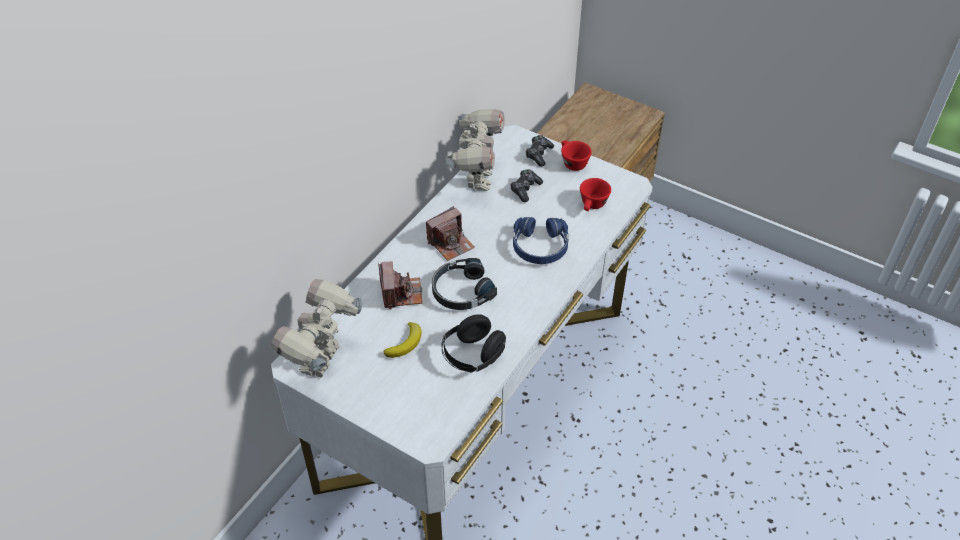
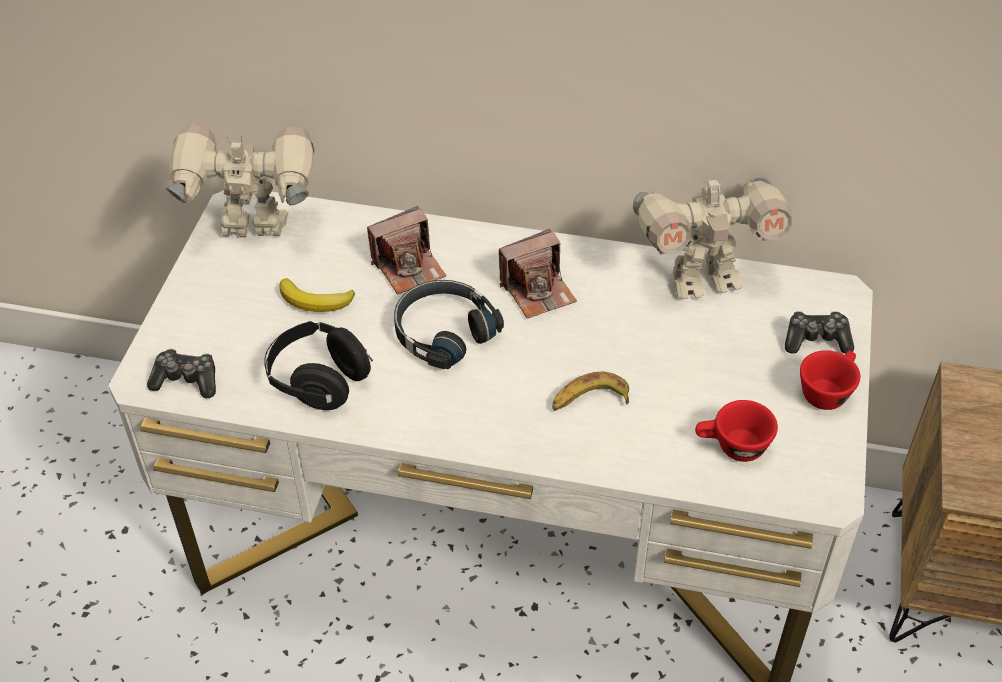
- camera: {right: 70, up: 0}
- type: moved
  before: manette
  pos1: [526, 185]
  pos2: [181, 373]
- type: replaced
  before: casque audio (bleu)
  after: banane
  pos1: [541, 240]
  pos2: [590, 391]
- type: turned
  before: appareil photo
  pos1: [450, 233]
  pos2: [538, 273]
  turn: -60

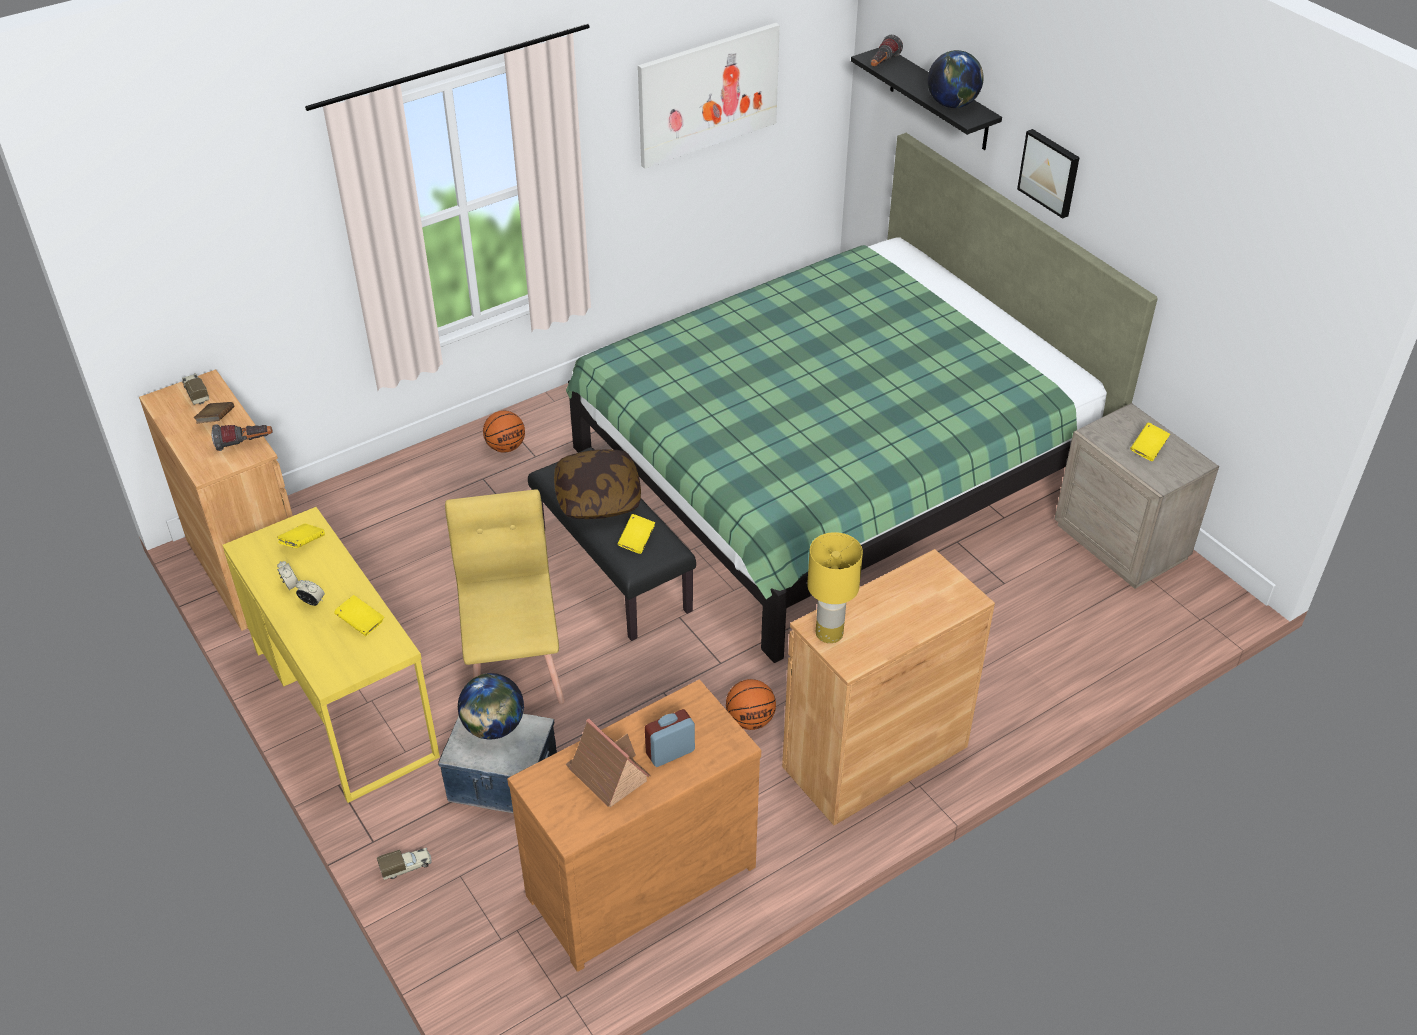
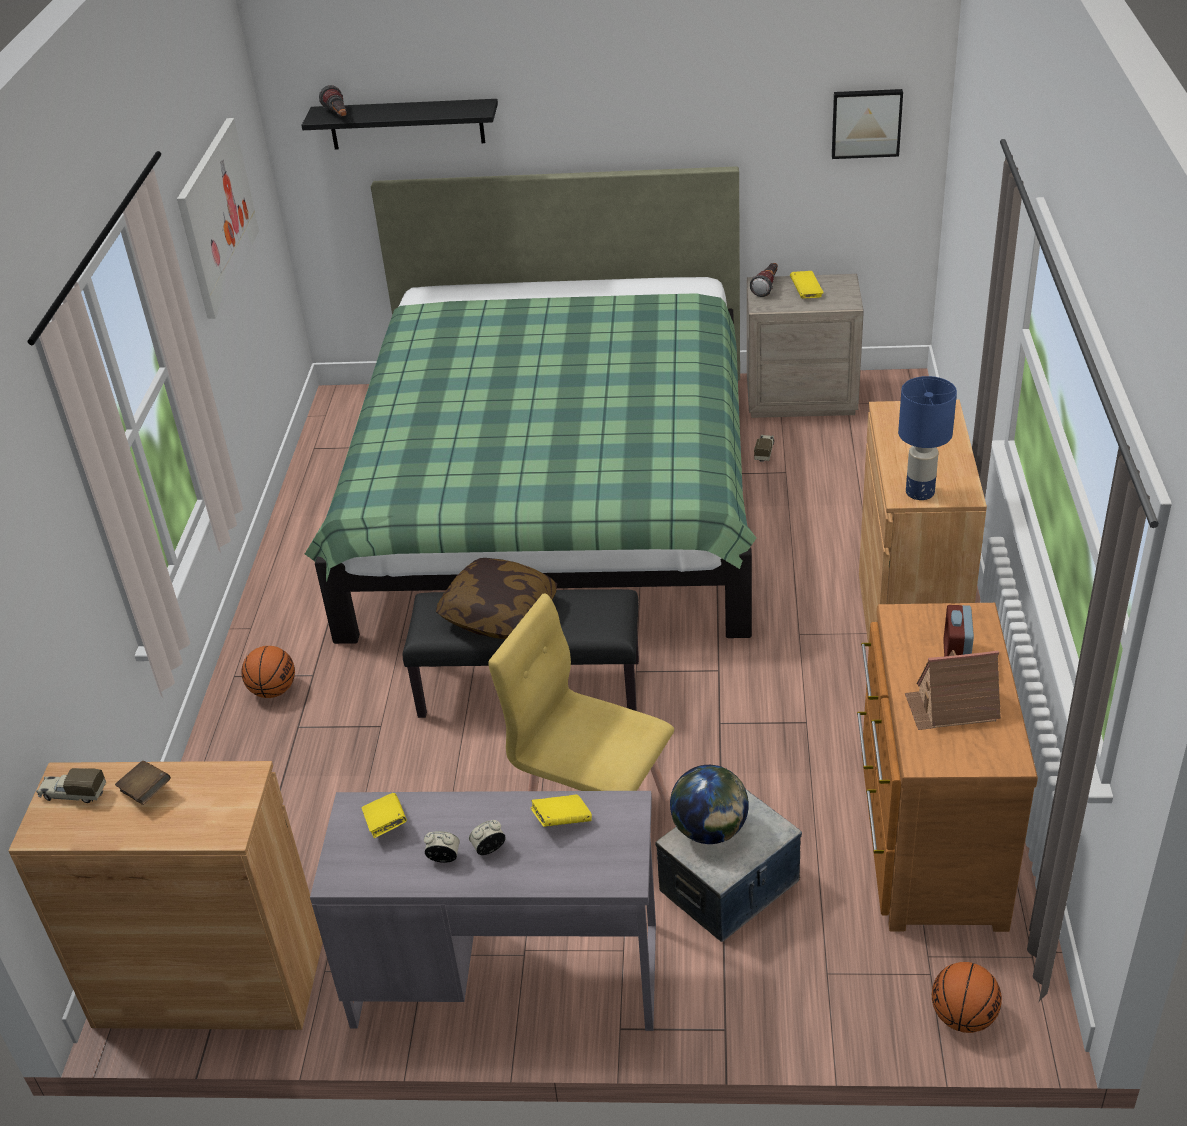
- camera: {right: -50, up: -5}
- type: removed
  before: livre (jaune)
  pos1: [636, 534]
- type: removed
  before: globe
  pos1: [956, 79]
- type: moved
  before: lampe de poche
  pos1: [241, 437]
  pos2: [764, 280]
- type: moved
  before: camion jouet
  pos1: [404, 864]
  pos2: [764, 448]
- type: moved
  before: ballon de basket
  pos1: [751, 704]
  pos2: [967, 997]
- type: moved
  before: tableau
  pos1: [1048, 174]
  pos2: [867, 124]
- type: recoloured
  before: bureau (jaune)
  after: bureau (gris)
  pos1: [331, 655]
  pos2: [483, 911]
- type: recoloured
  before: lampe de table (jaune)
  after: lampe de table (bleu)
  pos1: [835, 587]
  pos2: [927, 438]

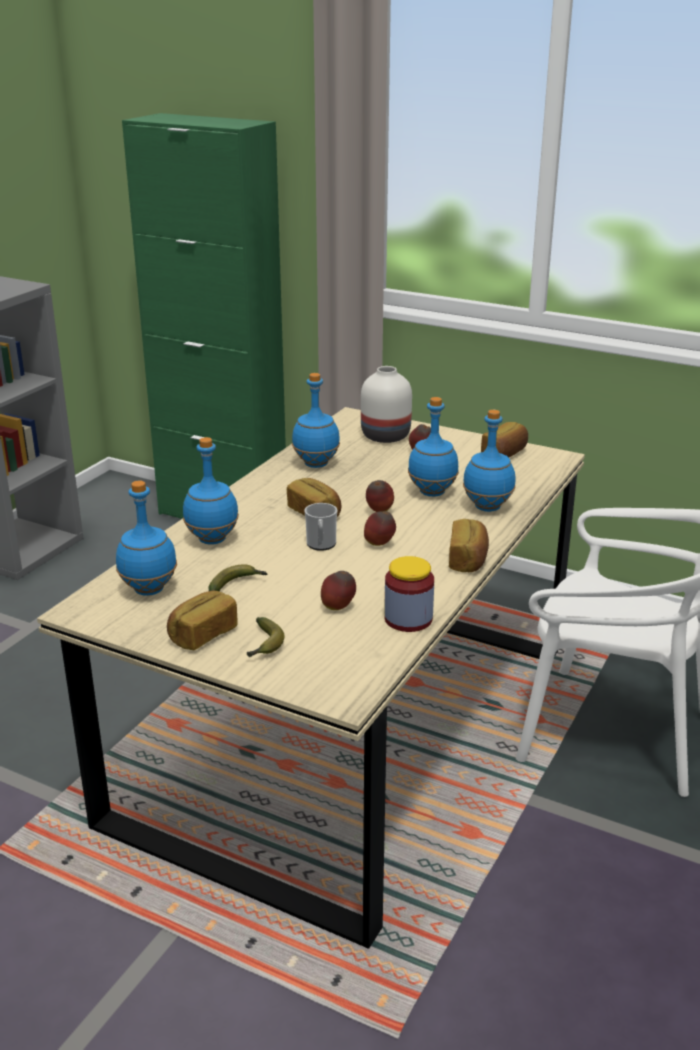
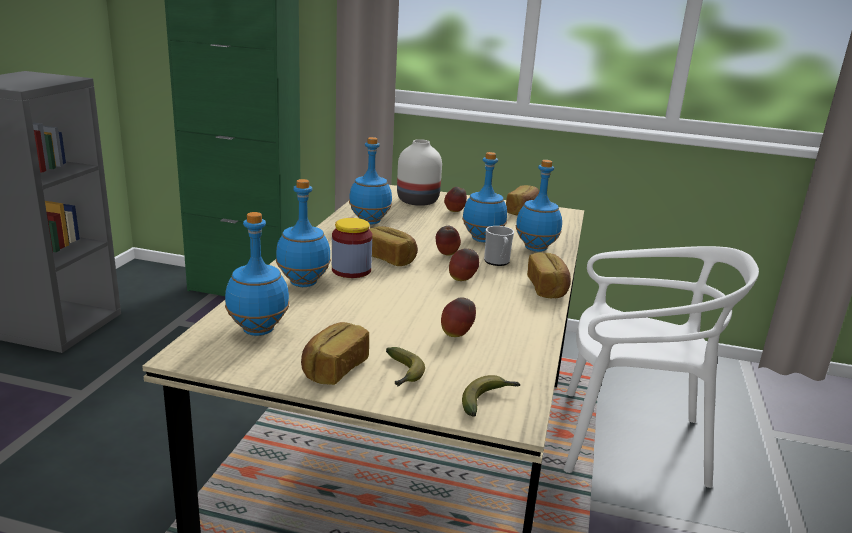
- camera: {right: -15, up: -5}
- type: moved
  before: banane
  pos1: [237, 577]
  pos2: [491, 396]
- type: moved
  before: mug
  pos1: [320, 527]
  pos2: [499, 246]
- type: moved
  before: bocal
  pos1: [409, 594]
  pos2: [352, 248]

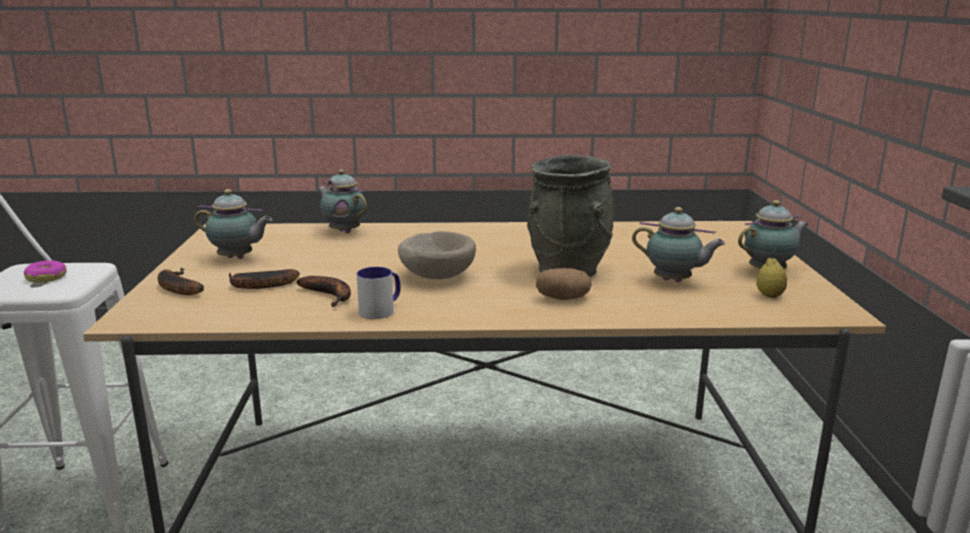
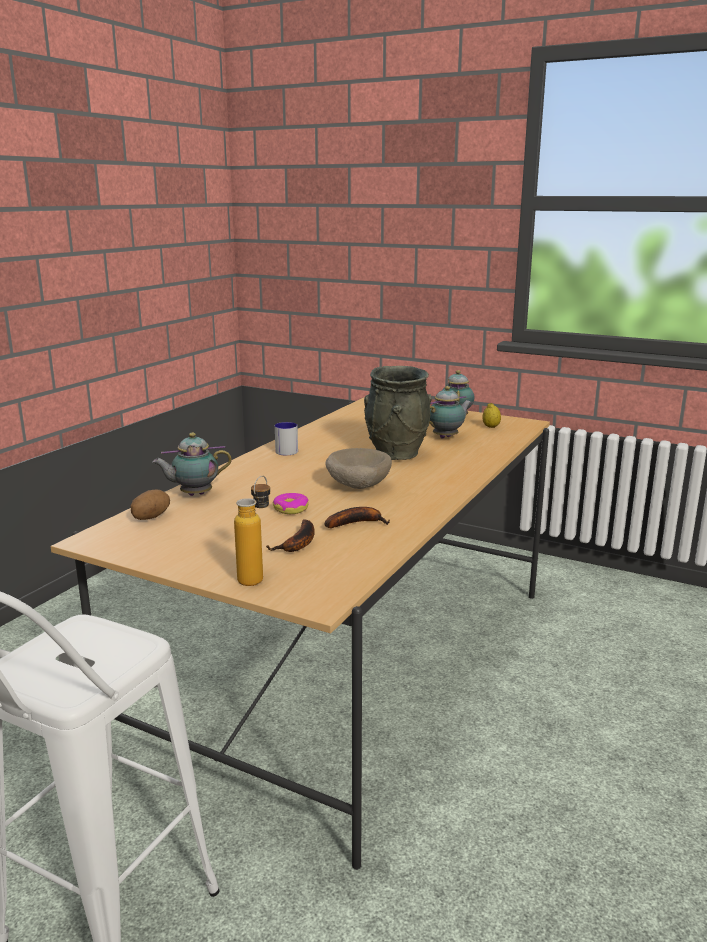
- camera: {right: -60, up: 0}
- type: removed
  before: théière
  pos1: [233, 224]
- type: moved
  before: beignet
  pos1: [45, 271]
  pos2: [291, 503]
- type: moved
  before: mug
  pos1: [379, 293]
  pos2: [286, 438]
- type: moved
  before: pomme de terre
  pos1: [564, 284]
  pos2: [150, 505]
- type: replaced
  before: banane
  after: bouteille
  pos1: [181, 281]
  pos2: [252, 531]

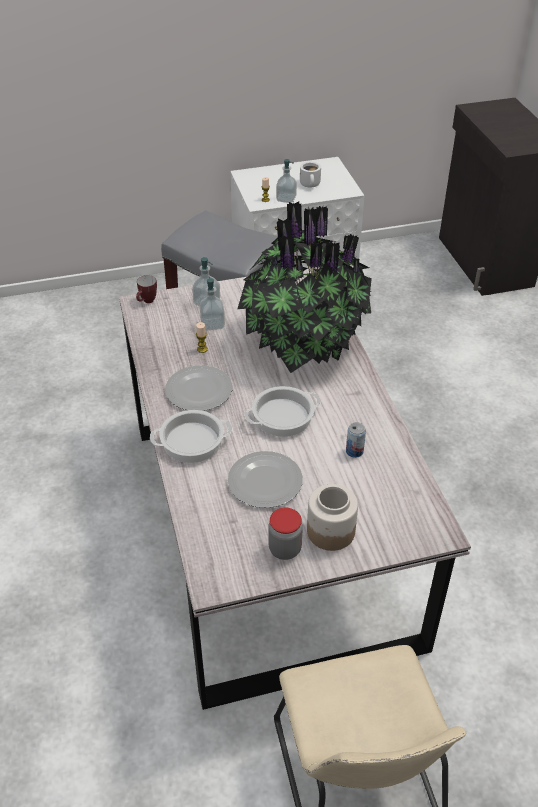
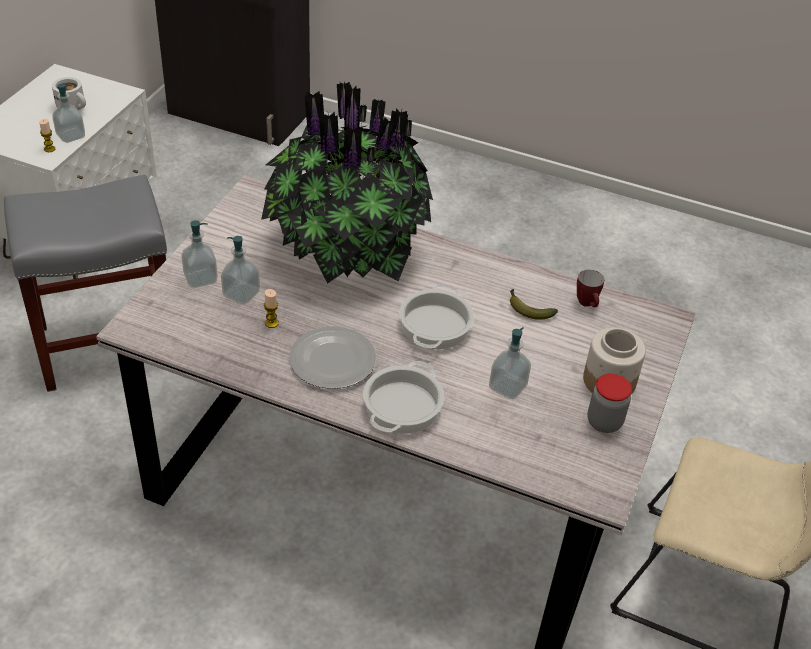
- camera: {right: -55, up: 0}
- type: moved
  before: mug
  pos1: [146, 289]
  pos2: [590, 288]
- type: replaced
  before: assiette
  after: distributeur de savon
  pos1: [265, 479]
  pos2: [510, 363]
- type: replaced
  before: boîte métallique
  after: banane
  pos1: [356, 440]
  pos2: [534, 304]

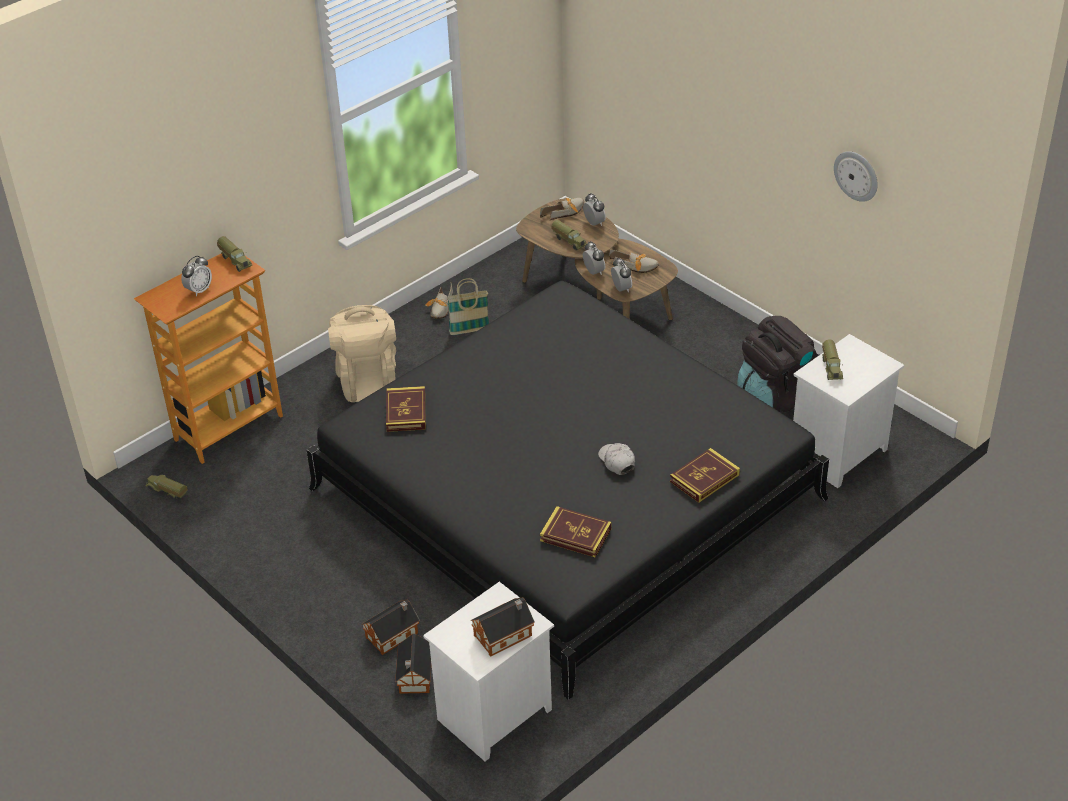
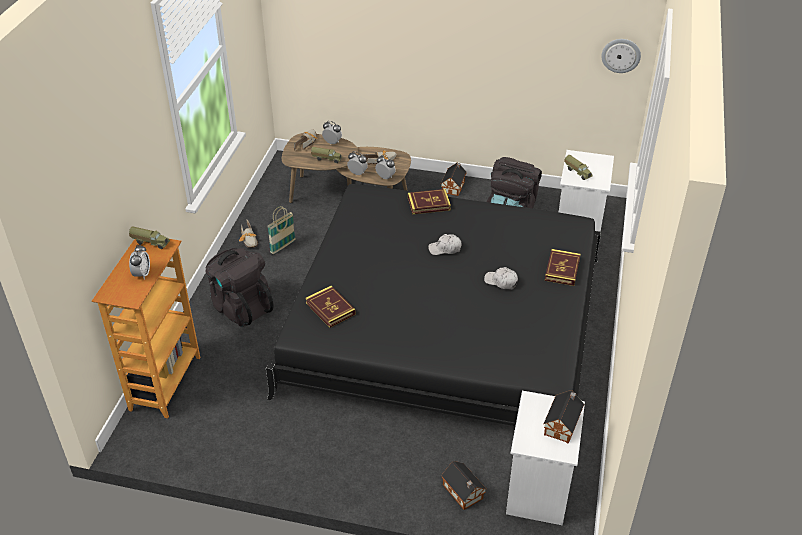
- camera: {right: -35, up: 0}
- type: removed
  before: camion jouet
  pos1: [167, 487]
- type: added
  after: casquette (blanc)
  pos2: [444, 244]
- type: moved
  before: maison miniature
  pos1: [391, 627]
  pos2: [454, 179]
- type: moved
  before: livre
  pos1: [575, 532]
  pos2: [429, 202]
- type: moved
  before: horloge murale
  pos1: [856, 176]
  pos2: [621, 56]
- type: recoloured
  before: sac à dos (beige)
  after: sac à dos (noir)
  pos1: [362, 353]
  pos2: [239, 287]

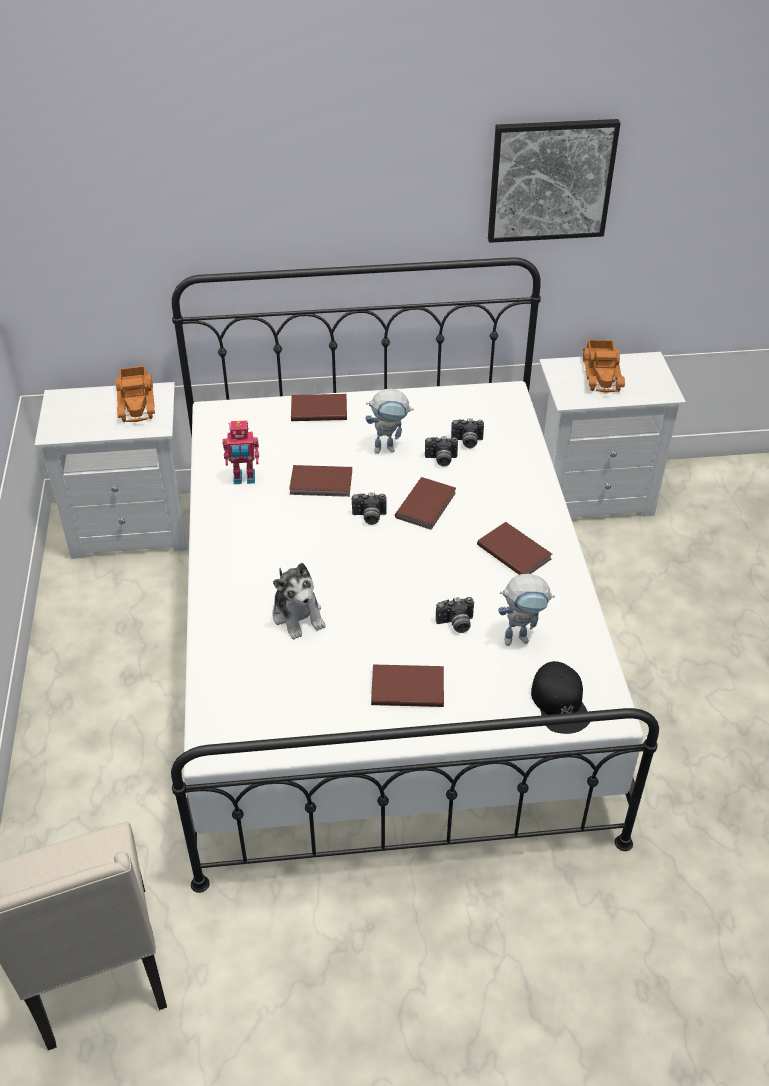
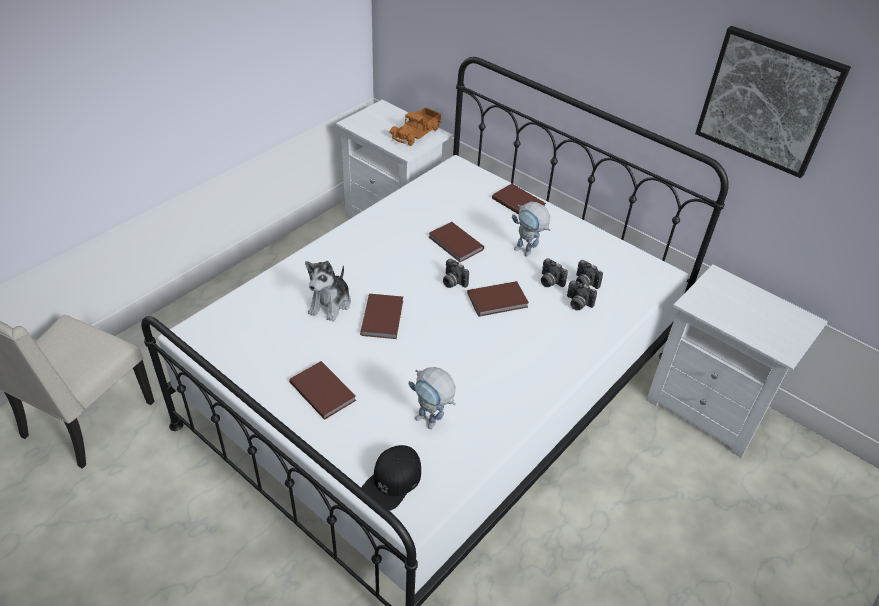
- camera: {right: 45, up: 0}
- type: removed
  before: robot jouet
  pos1: [240, 452]
- type: removed
  before: camion jouet
  pos1: [604, 366]
- type: moved
  before: appareil photo
  pos1: [455, 615]
  pos2: [582, 295]
- type: moved
  before: livre (marron)
  pos1: [514, 548]
  pos2: [381, 316]

